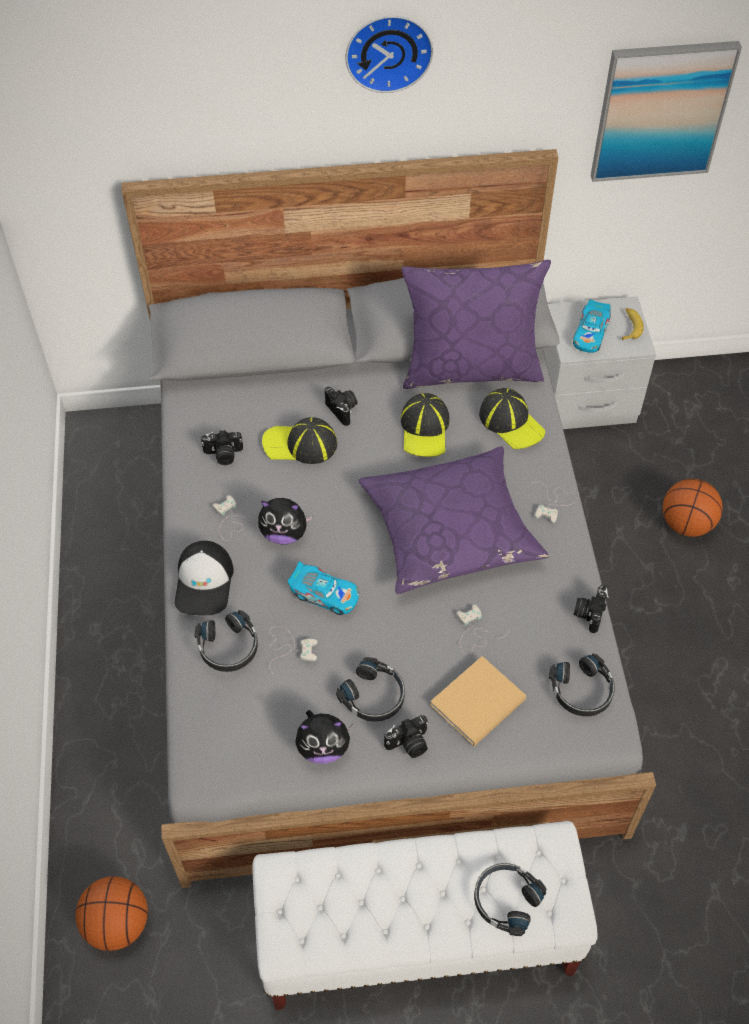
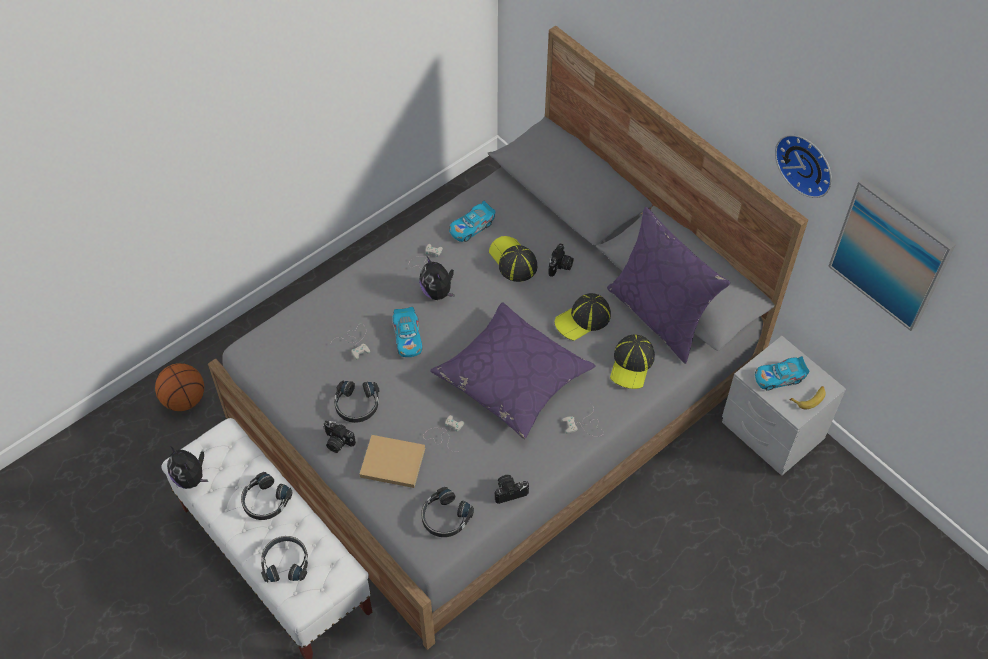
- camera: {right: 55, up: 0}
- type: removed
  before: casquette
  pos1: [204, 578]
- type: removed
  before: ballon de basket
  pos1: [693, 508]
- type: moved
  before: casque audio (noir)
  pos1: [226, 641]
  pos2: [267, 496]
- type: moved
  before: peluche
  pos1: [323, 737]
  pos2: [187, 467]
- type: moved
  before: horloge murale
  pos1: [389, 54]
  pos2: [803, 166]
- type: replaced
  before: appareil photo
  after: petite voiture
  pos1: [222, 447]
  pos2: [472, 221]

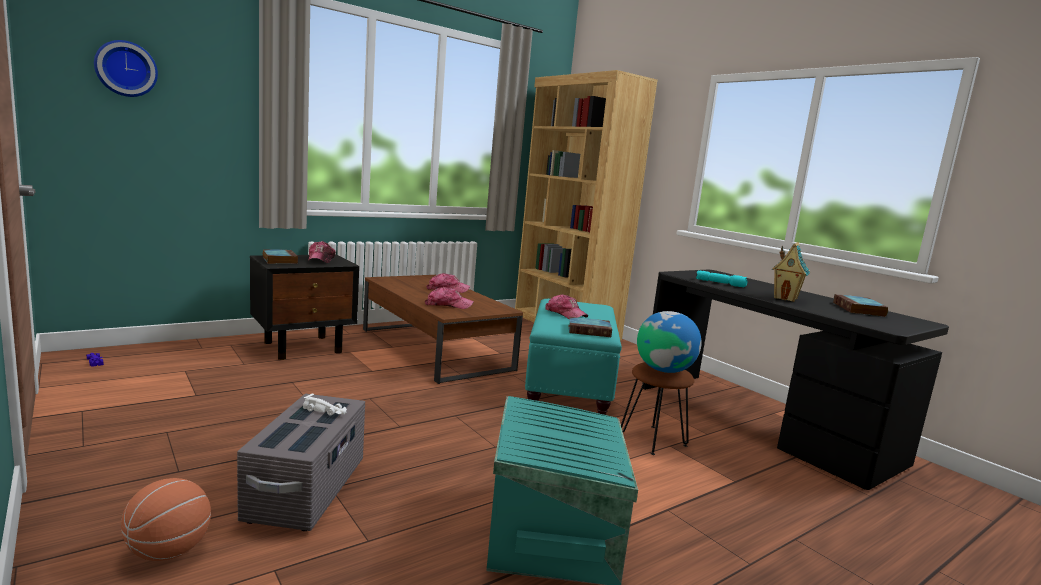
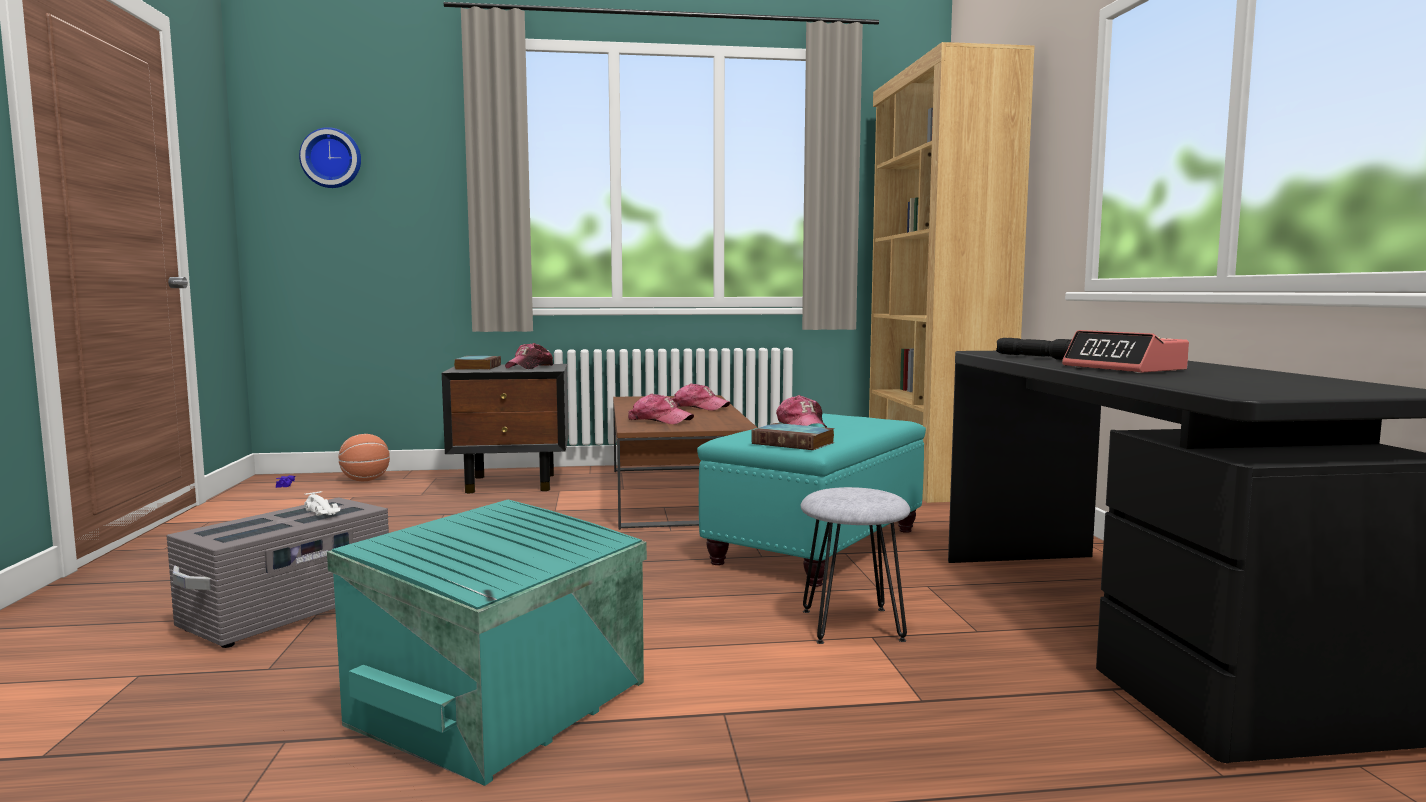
- camera: {right: 30, up: -5}
- type: removed
  before: globe
  pos1: [669, 342]
- type: removed
  before: livre
  pos1: [861, 305]
- type: moved
  before: ballon de basket
  pos1: [166, 519]
  pos2: [364, 457]
- type: replaced
  before: maison miniature
  after: réveil
  pos1: [790, 272]
  pos2: [1125, 351]
- type: recoloured
  before: tabouret (marron)
  after: tabouret (gris)
  pos1: [657, 408]
  pos2: [855, 565]
- type: recoloured
  before: lampe de poche (turquoise)
  after: lampe de poche (noir)
  pos1: [722, 279]
  pos2: [1034, 349]

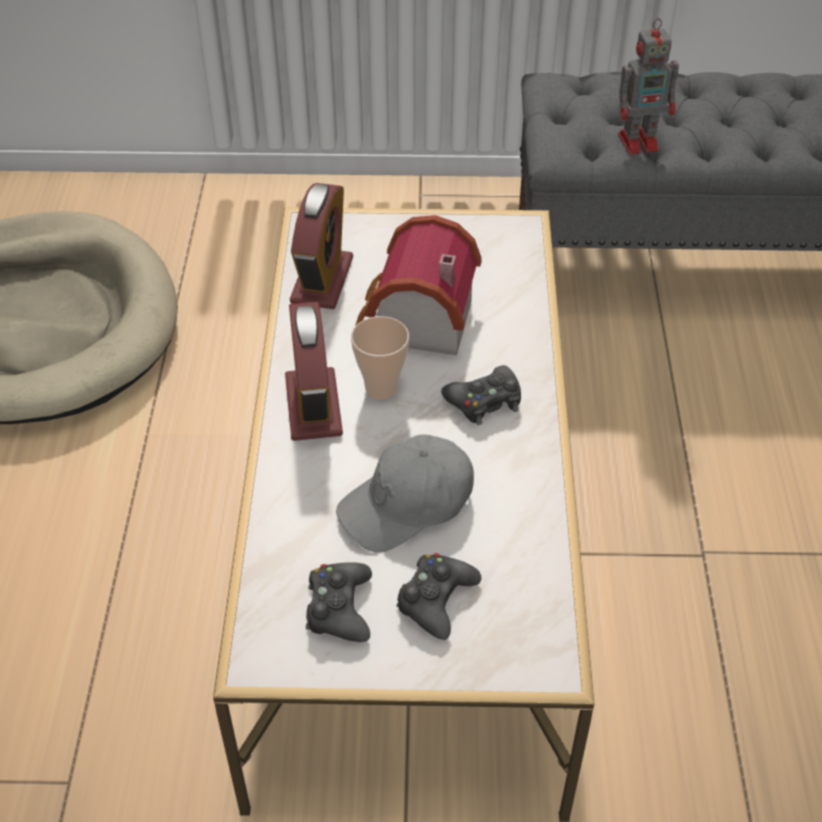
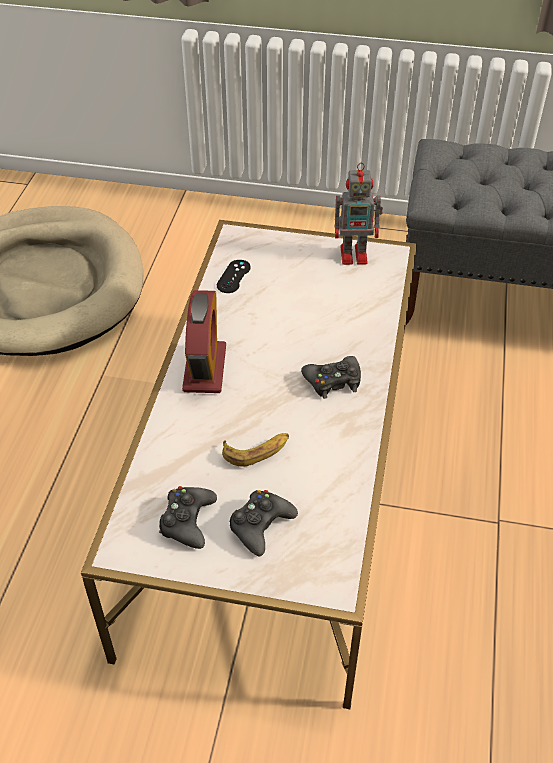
- camera: {right: 10, up: 0}
- type: removed
  before: tasse
  pos1: [380, 357]
- type: removed
  before: maison miniature
  pos1: [418, 285]
- type: moved
  before: robot jouet
  pos1: [648, 86]
  pos2: [359, 213]
- type: replaced
  before: réveil
  after: manette (noir)
  pos1: [321, 246]
  pos2: [234, 276]
- type: replaced
  before: casquette (gris)
  after: banane
  pos1: [405, 493]
  pos2: [255, 450]

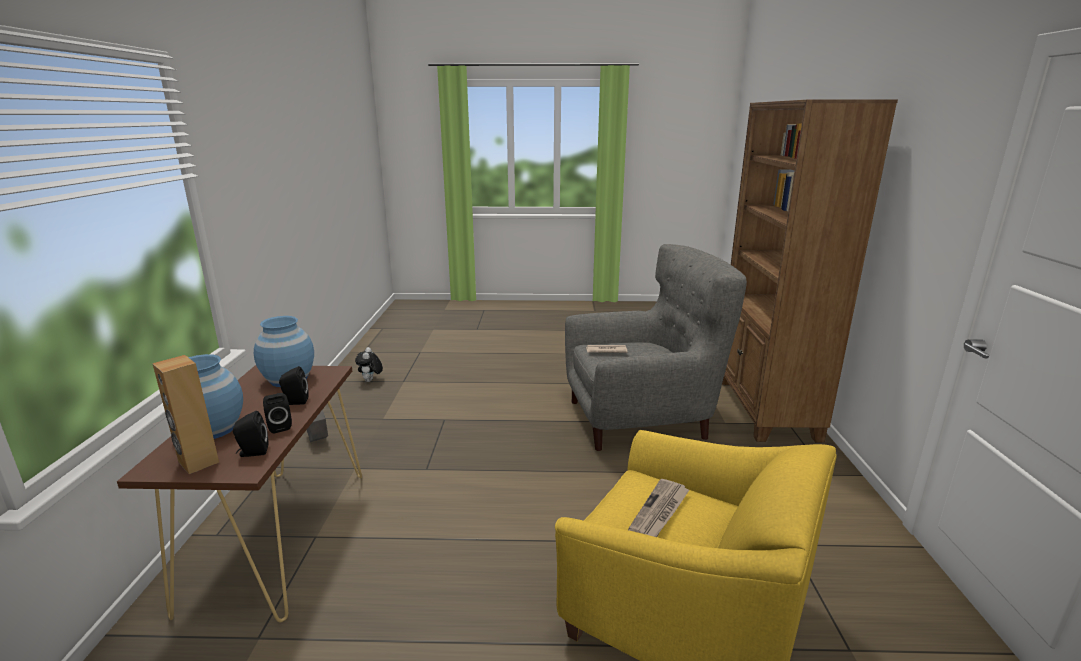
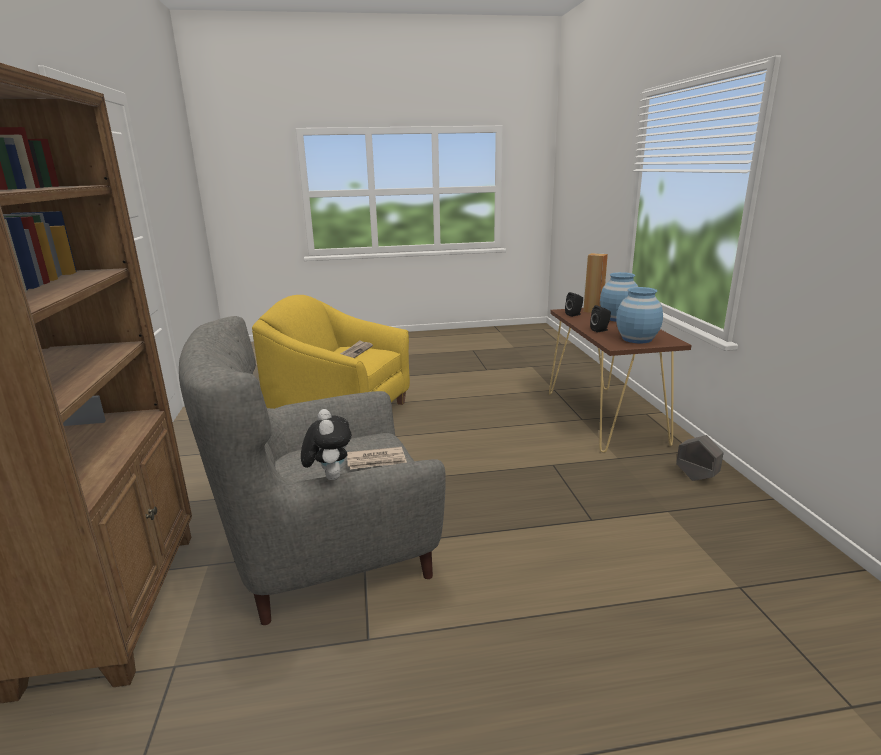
- camera: {right: 170, up: 0}
- type: removed
  before: enceinte (noir)
  pos1: [277, 413]
- type: moved
  before: peluche
  pos1: [369, 364]
  pos2: [326, 444]

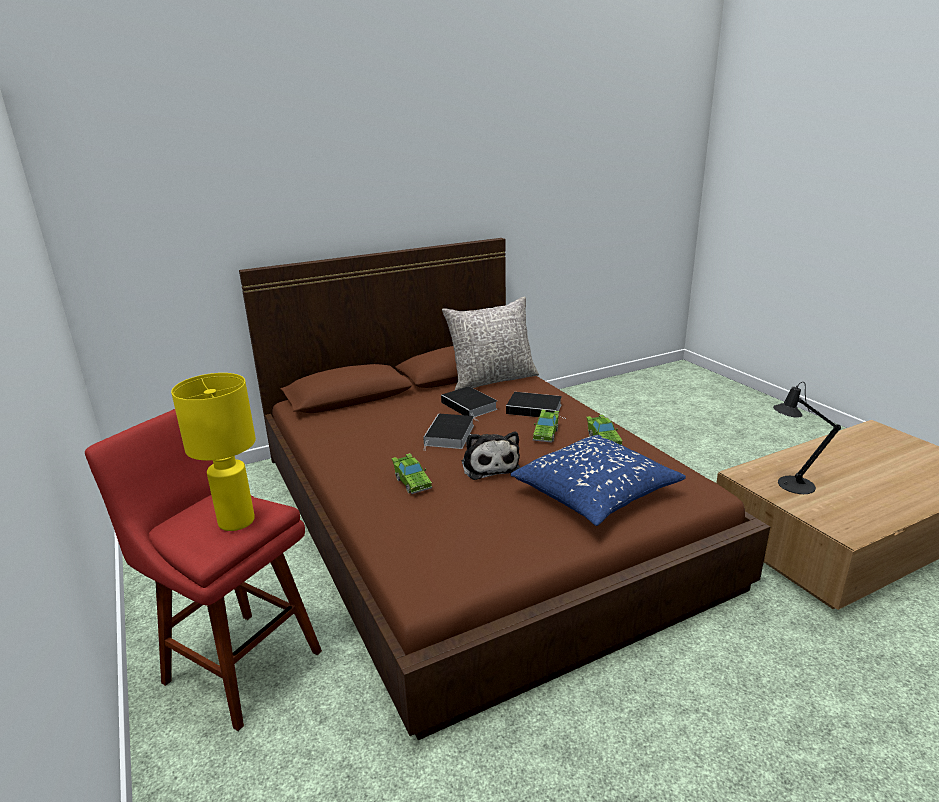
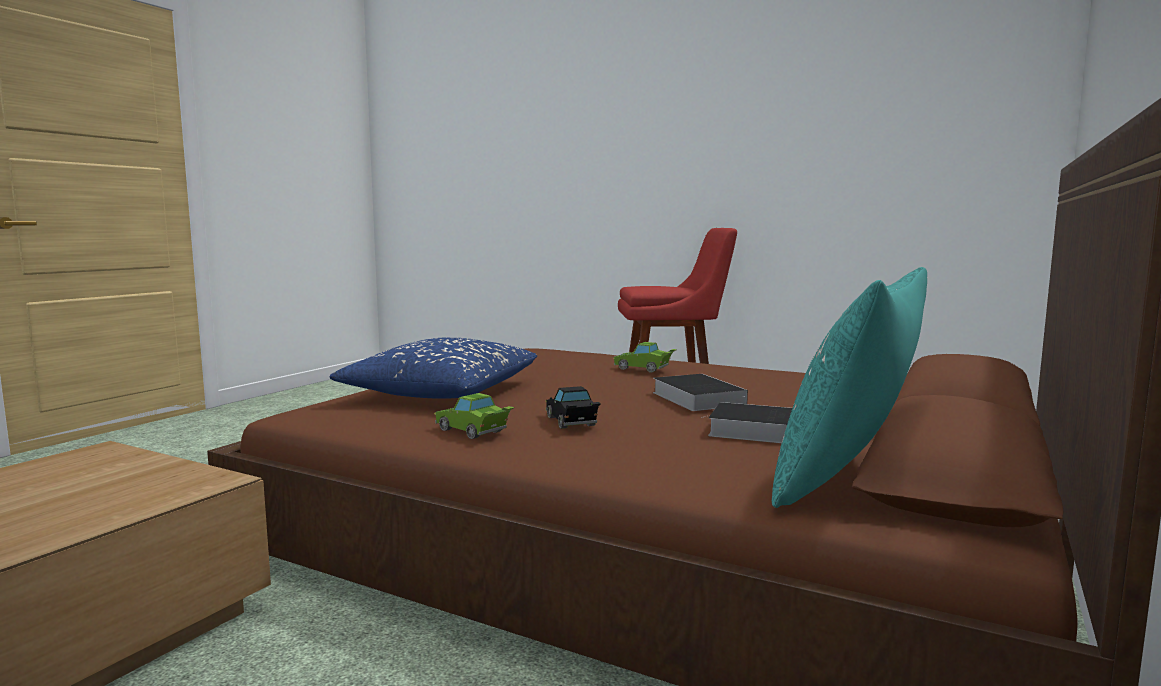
- camera: {right: 145, up: -15}
- type: removed
  before: lampe de table (jaune)
  pos1: [213, 452]
- type: removed
  before: peluche
  pos1: [491, 455]
- type: removed
  before: livre
  pos1: [535, 405]
- type: removed
  before: lampe de table (noir)
  pos1: [807, 438]
- type: recoloured
  before: coussin (gris)
  after: coussin (turquoise)
  pos1: [490, 343]
  pos2: [849, 387]
- type: recoloured
  before: petite voiture (vert)
  after: petite voiture (noir)
  pos1: [546, 426]
  pos2: [573, 407]

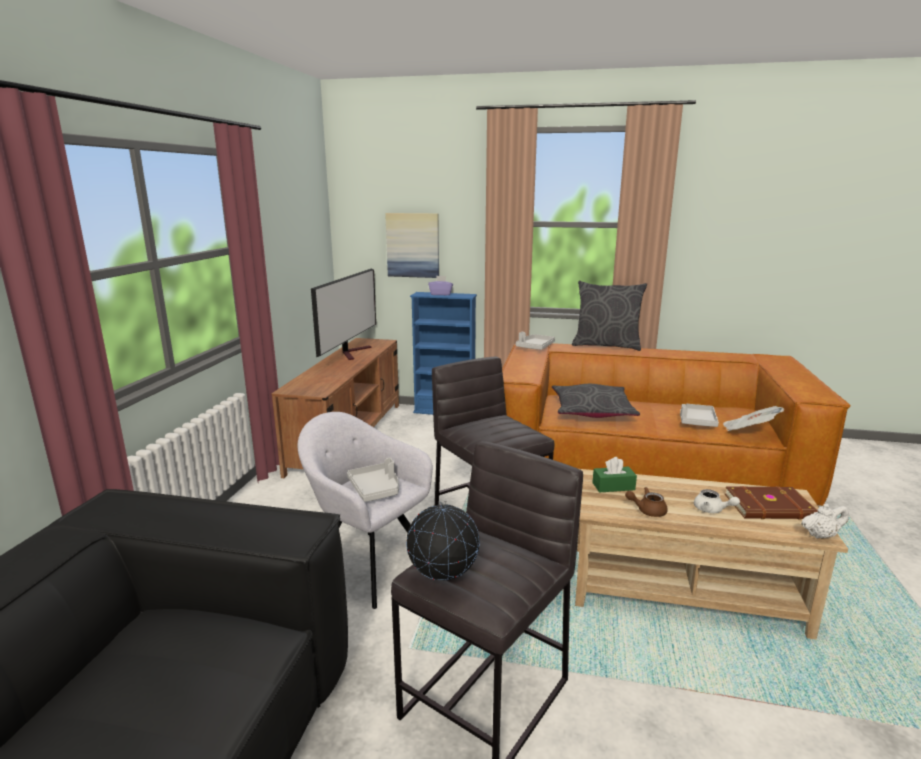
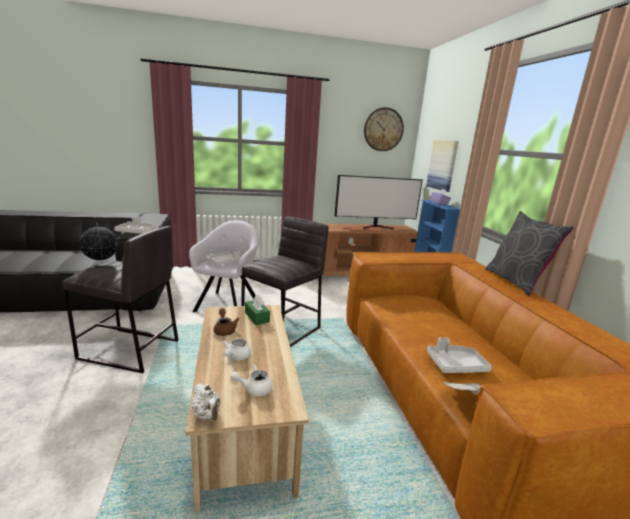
- camera: {right: 65, up: 0}
- type: removed
  before: coussin (gris)
  pos1: [596, 401]
- type: added
  after: horloge murale
  pos2: [384, 129]
- type: moved
  before: plateau (gris)
  pos1: [535, 341]
  pos2: [135, 225]
- type: replaced
  before: livre (marron)
  after: théière (blanc)
  pos1: [771, 503]
  pos2: [251, 380]

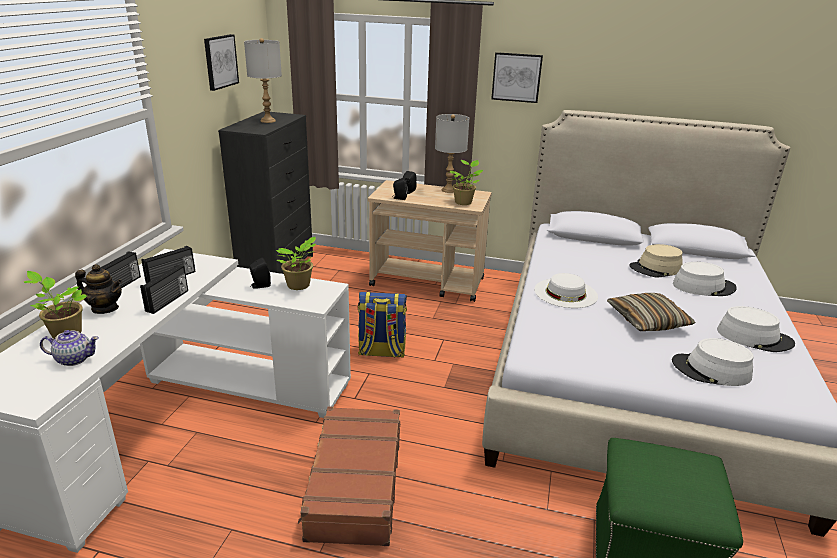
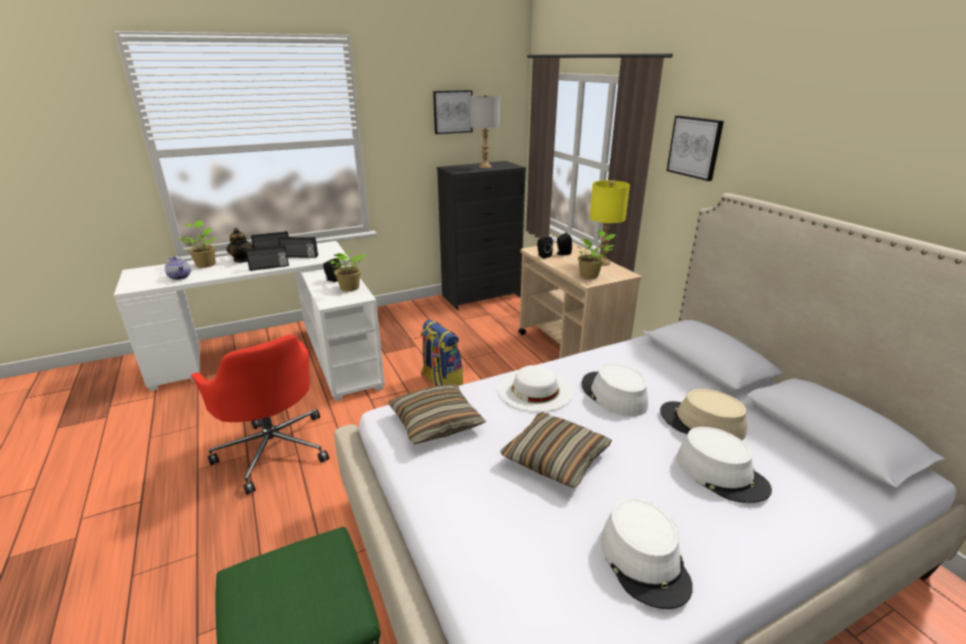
- camera: {right: 50, up: 0}
- type: added
  after: coussin
  pos2: [437, 414]
- type: moved
  before: chapeau (blanc)
  pos1: [712, 362]
  pos2: [615, 390]
- type: replaced
  before: valise (marron)
  after: chaise de bureau (rouge)
  pos1: [349, 476]
  pos2: [260, 414]
- type: recoloured
  before: lampe de table (gris)
  after: lampe de table (jaune)
  pos1: [452, 153]
  pos2: [610, 223]

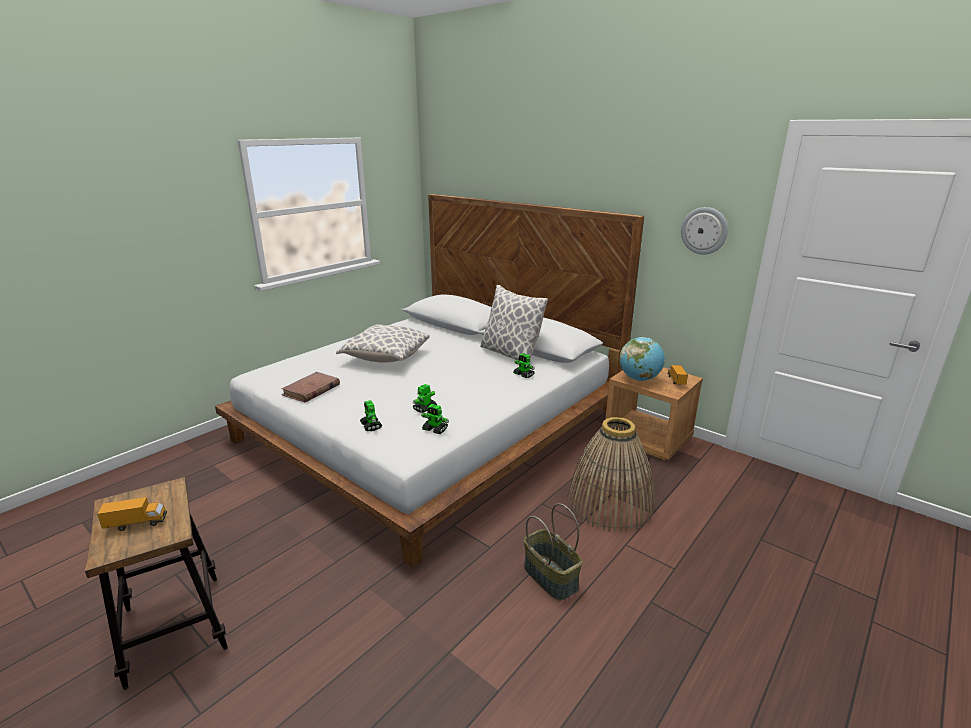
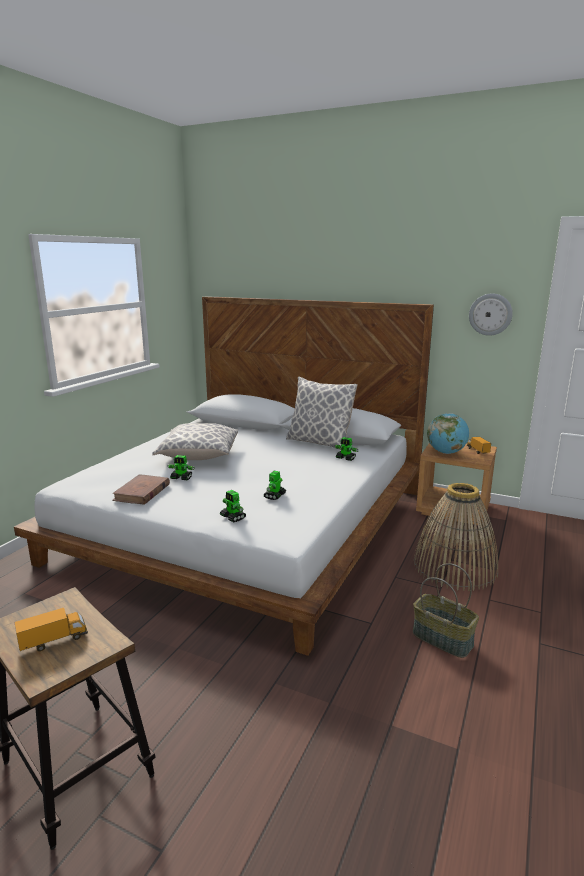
- camera: {right: -15, up: -5}
- type: moved
  before: robot jouet
  pos1: [435, 419]
  pos2: [181, 467]

